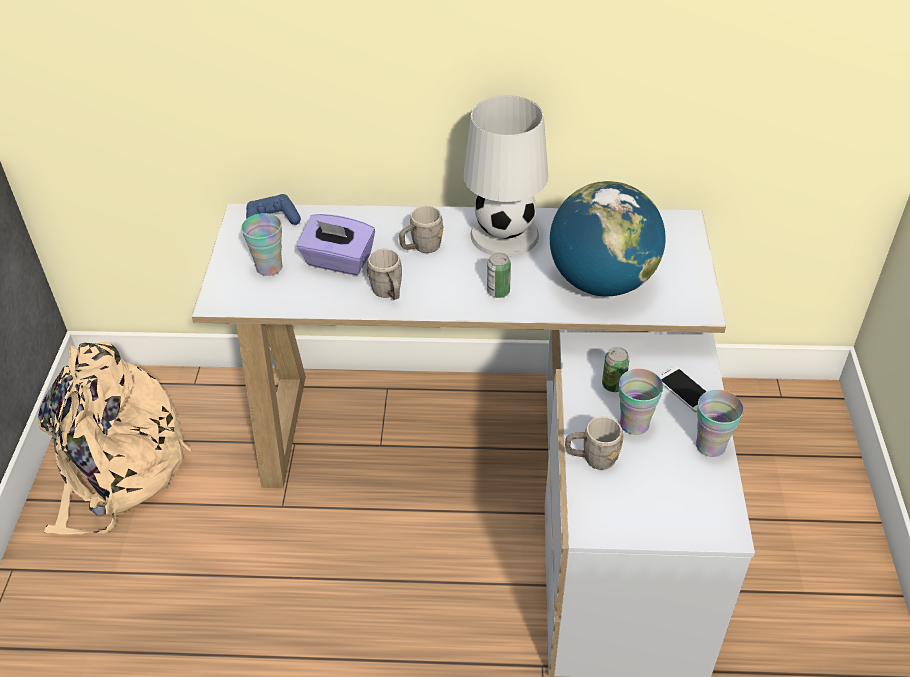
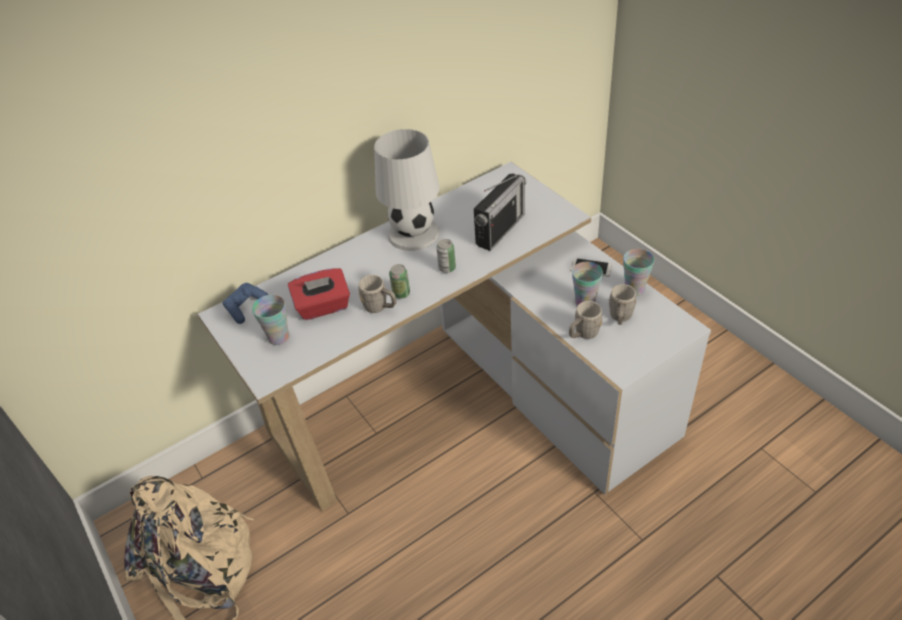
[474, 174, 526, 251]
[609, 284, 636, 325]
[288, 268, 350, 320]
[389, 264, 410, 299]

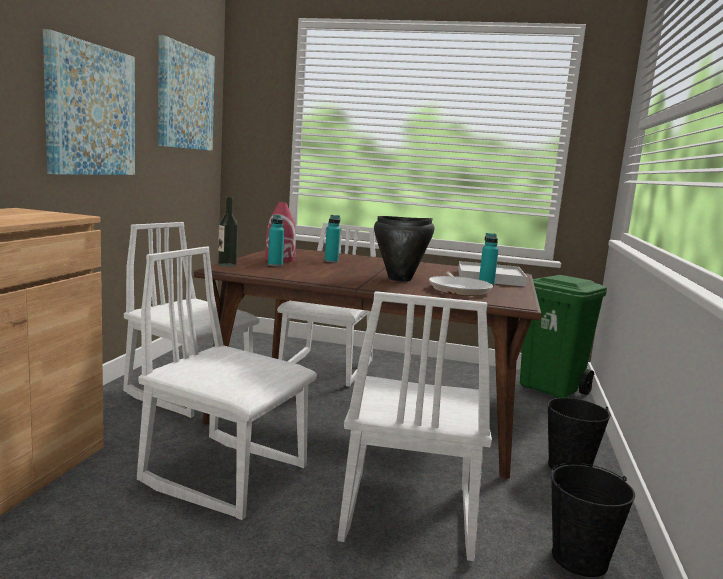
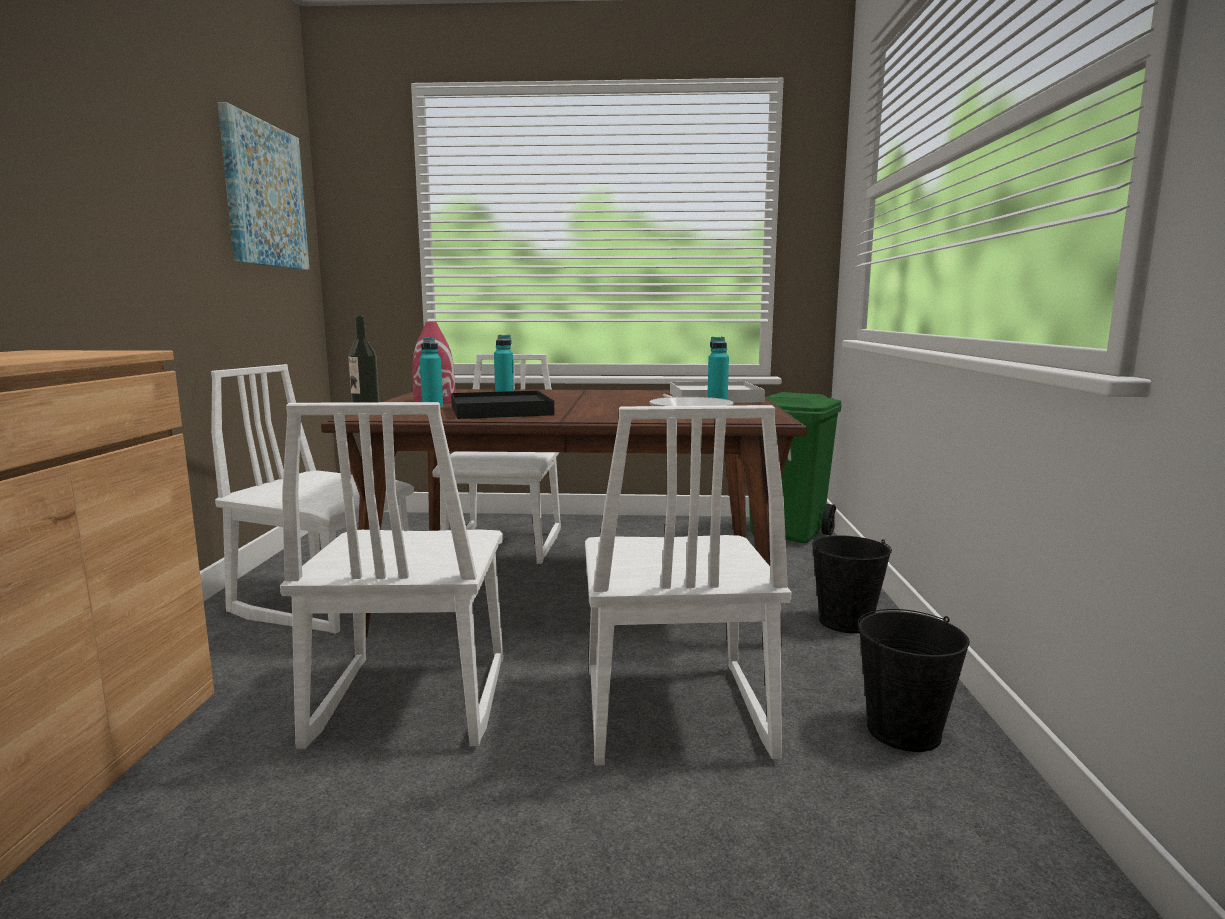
[43, 29, 135, 175] (first image)
[374, 216, 434, 282] (first image)
[280, 402, 503, 749]
[451, 391, 554, 419]

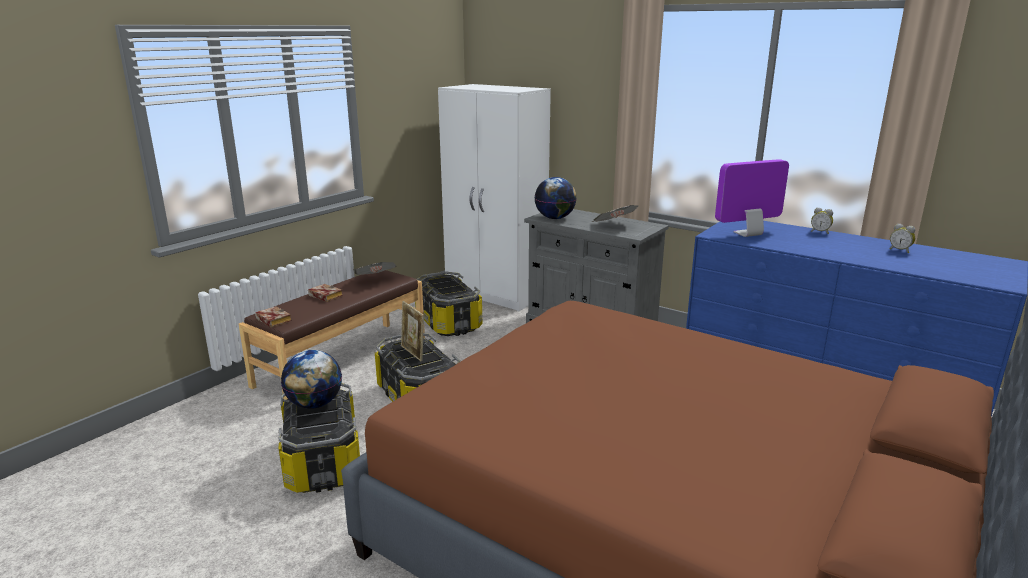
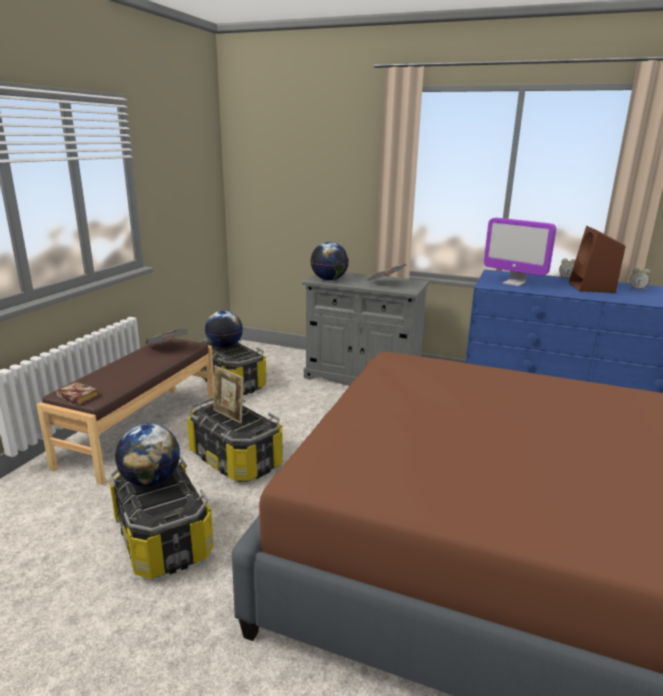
[438, 84, 551, 311] (first image)
[484, 218, 556, 286]
[308, 284, 343, 302] (first image)
[569, 226, 626, 293]
[205, 311, 243, 348]

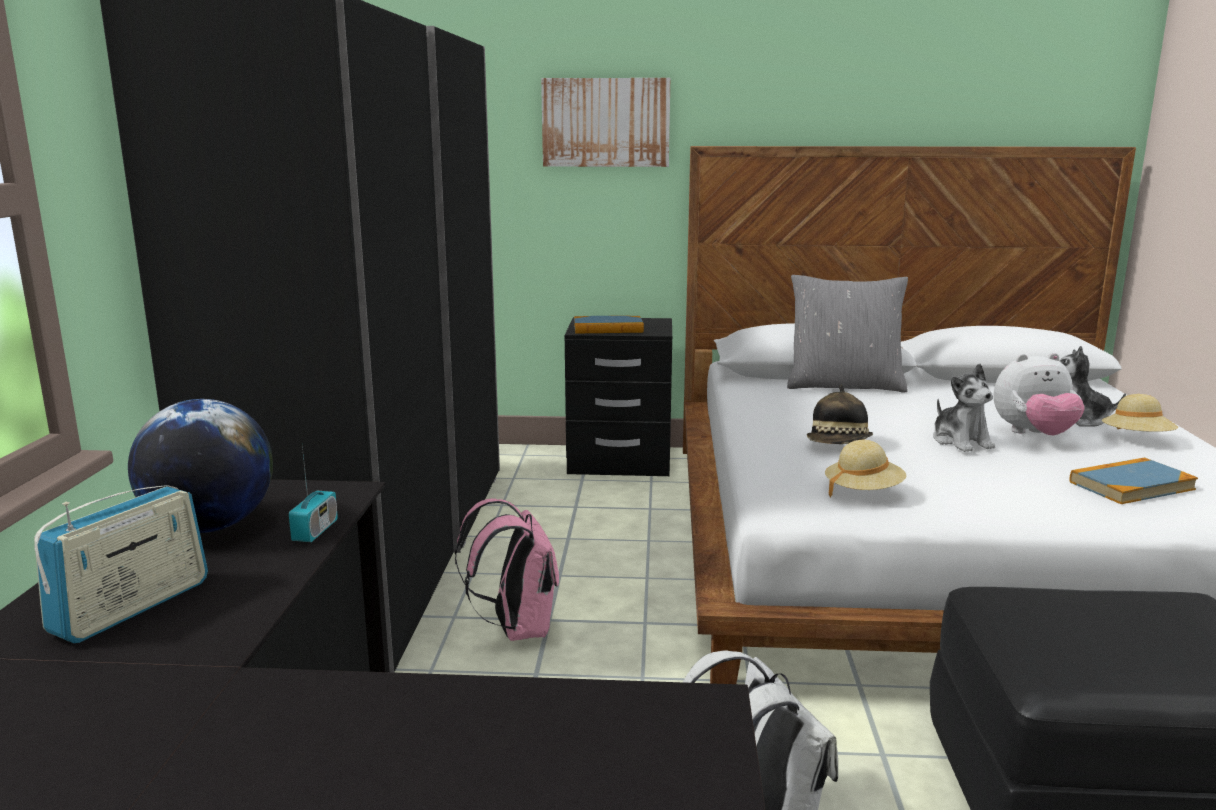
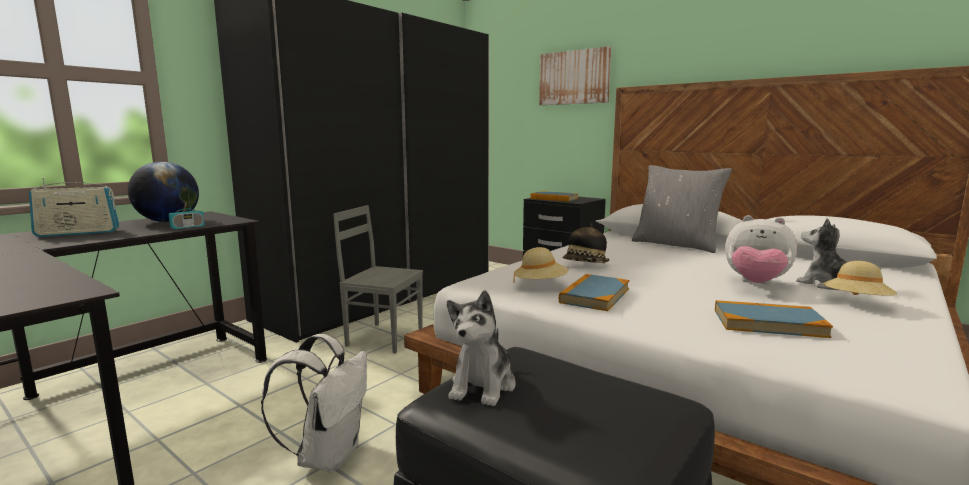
[447, 290, 516, 406]
[333, 205, 423, 353]
[559, 274, 629, 311]

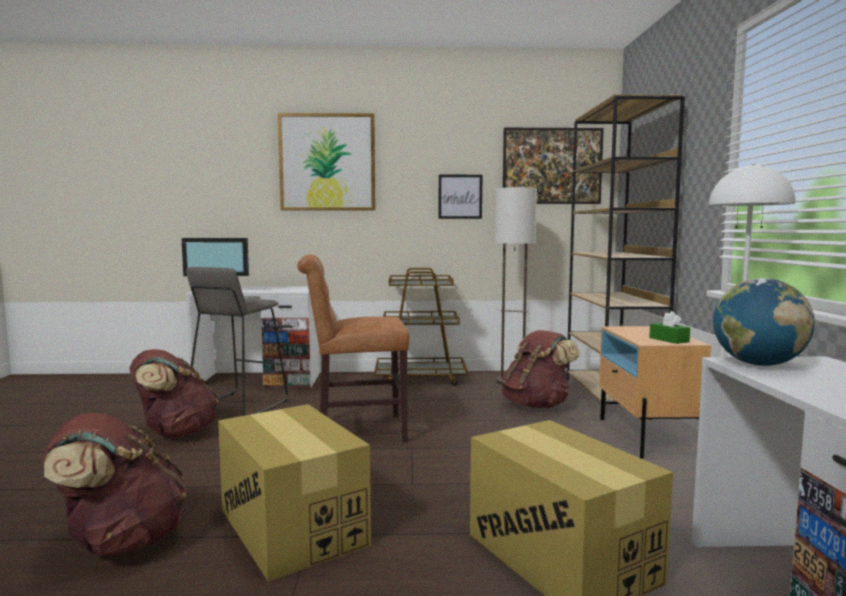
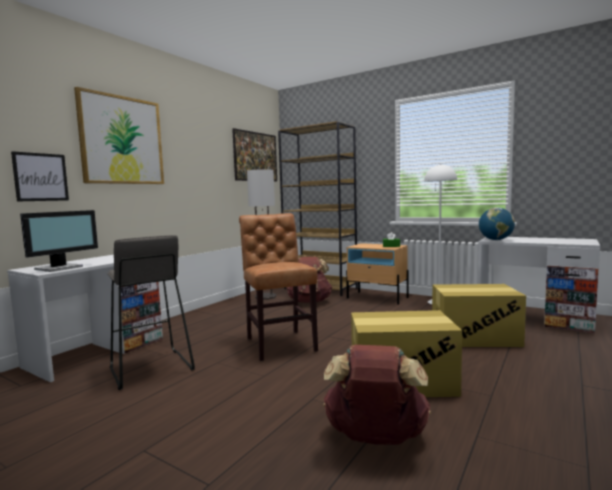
[11, 151, 69, 202]
[239, 213, 318, 361]
[375, 268, 467, 386] (first image)
[129, 349, 218, 438] (first image)

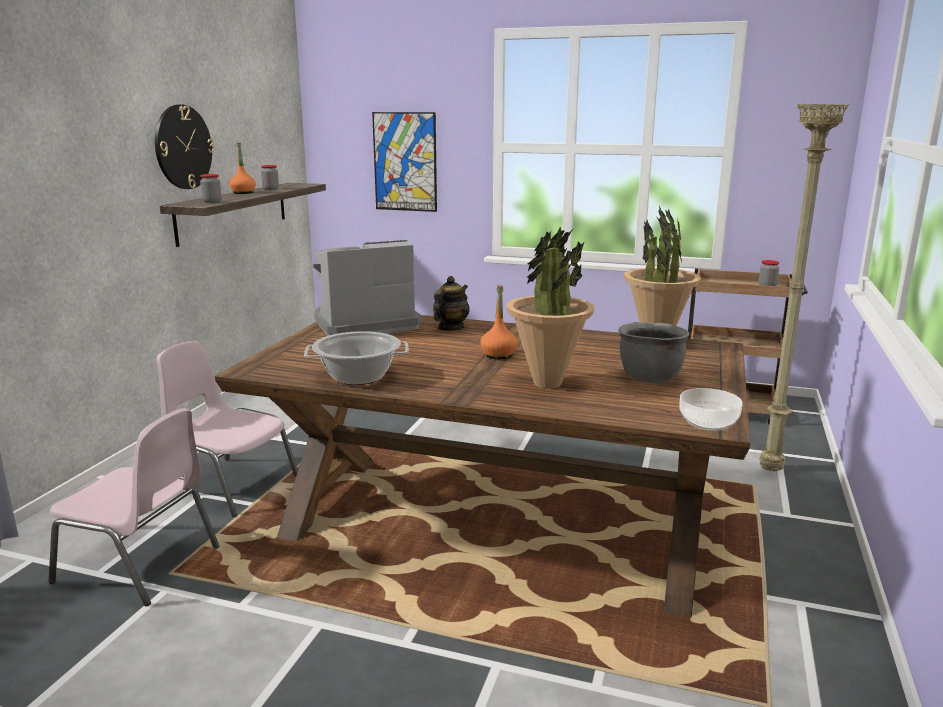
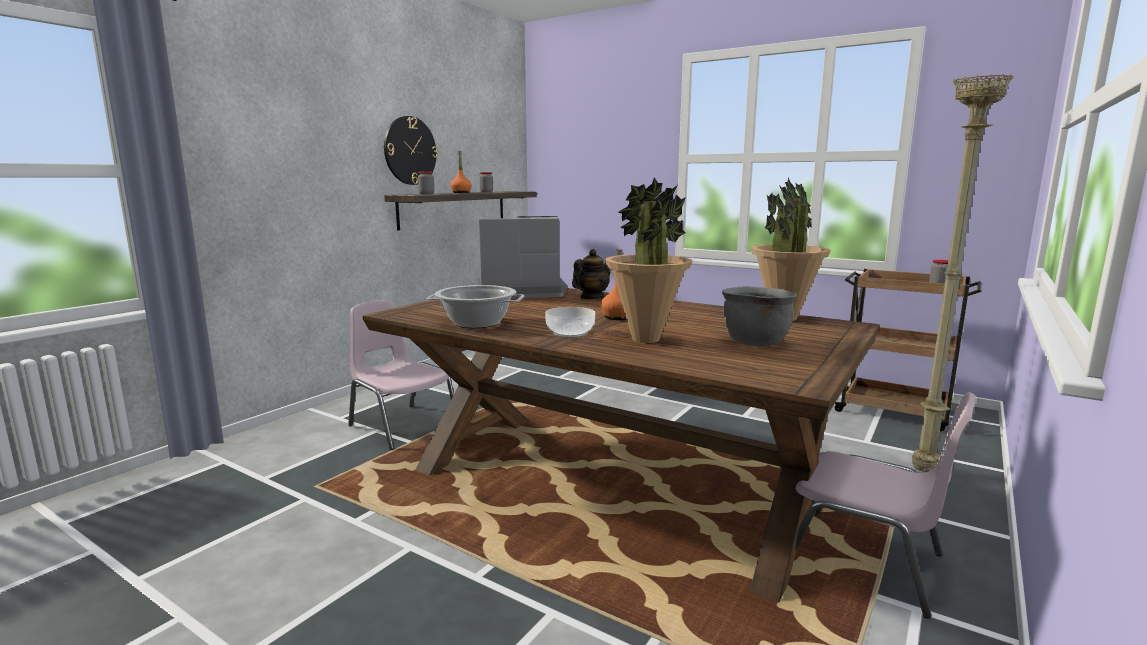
[372, 112, 437, 212] (first image)
[545, 307, 595, 337]
[795, 392, 975, 618]

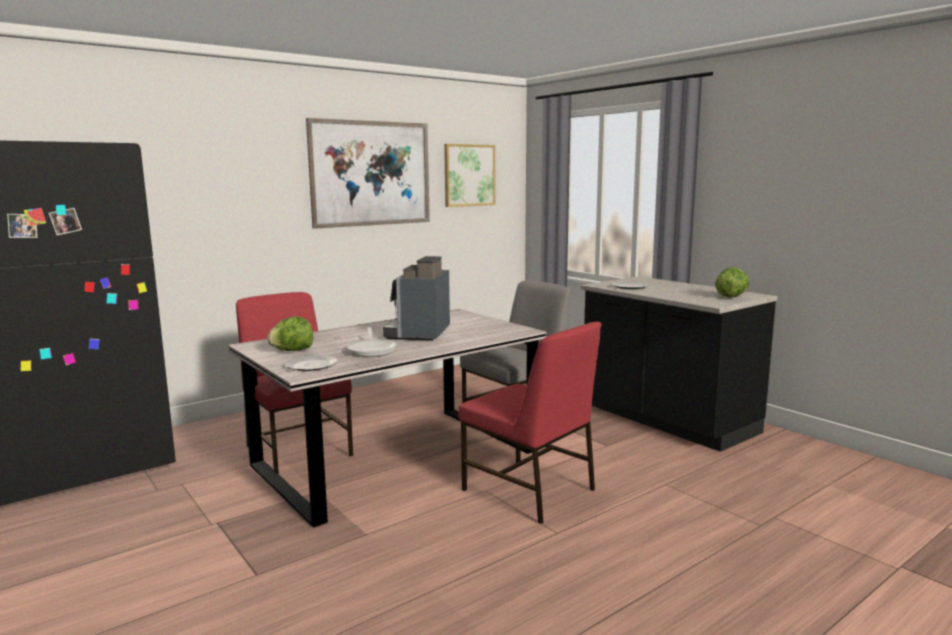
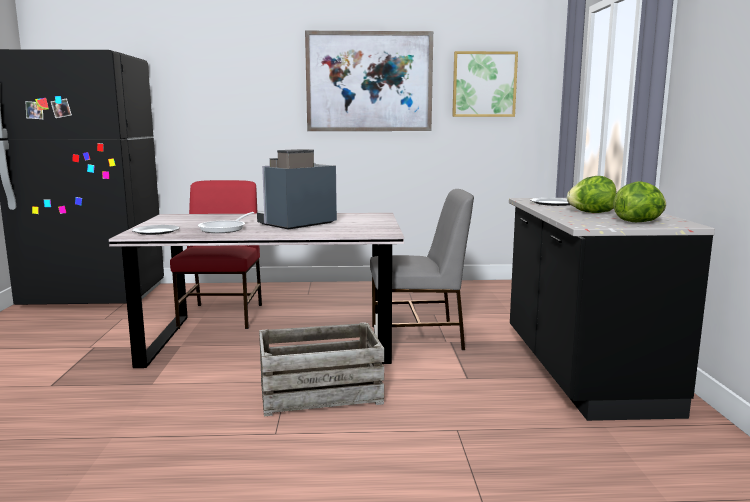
[567, 176, 616, 213]
[259, 322, 384, 416]

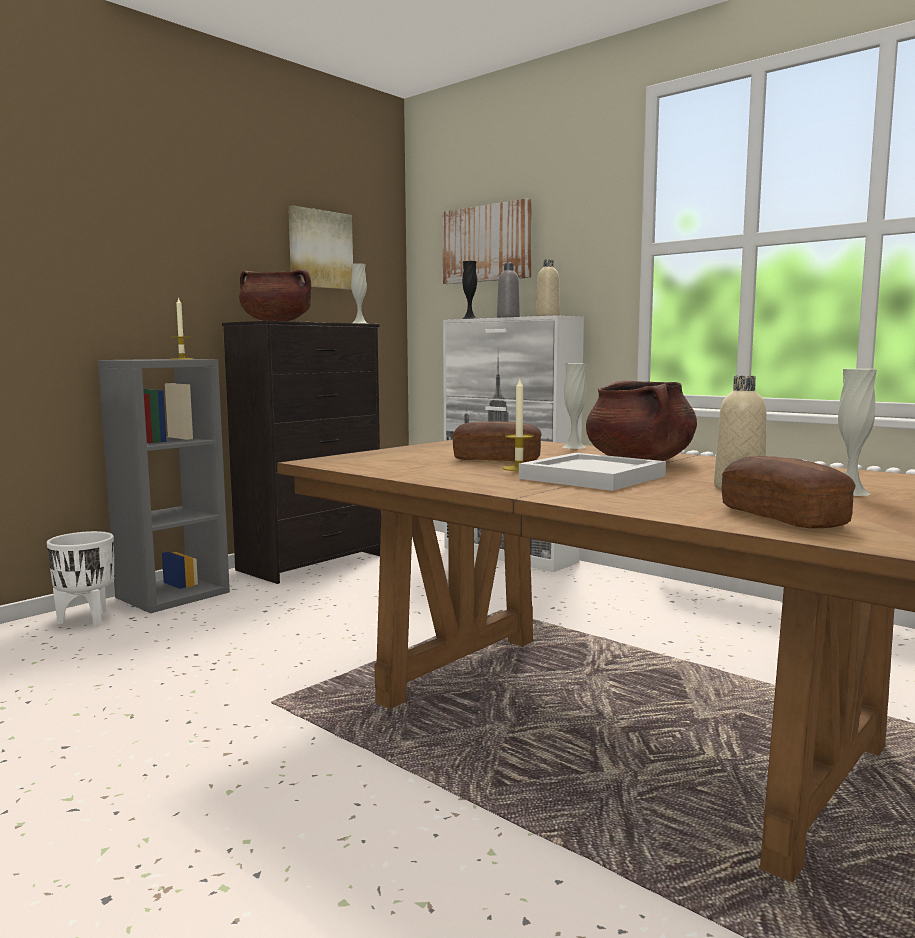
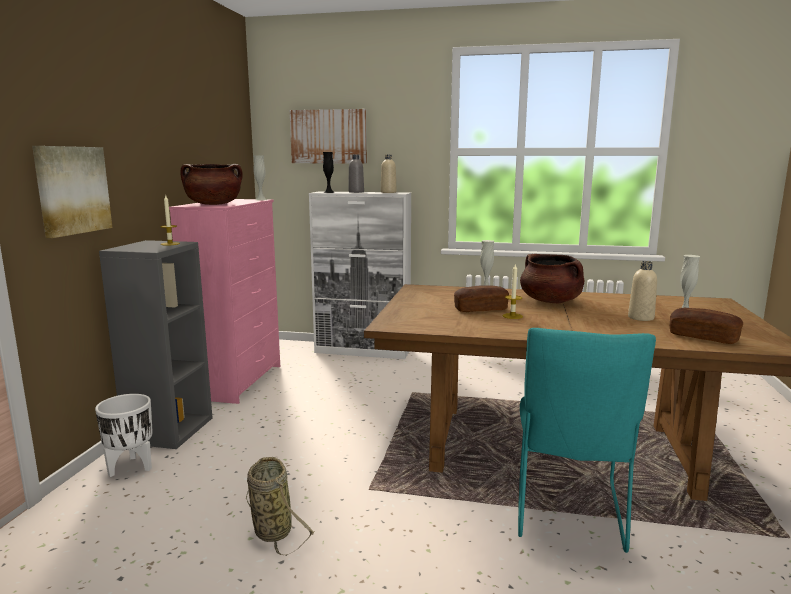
[32, 146, 113, 238]
[169, 199, 280, 404]
[519, 453, 666, 491] (first image)
[518, 328, 656, 553]
[246, 457, 315, 556]

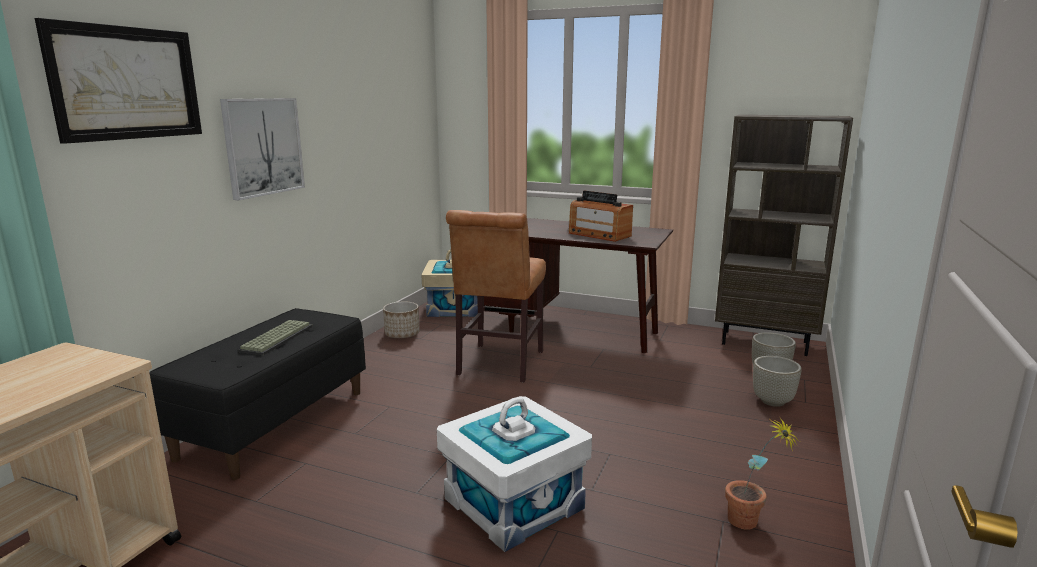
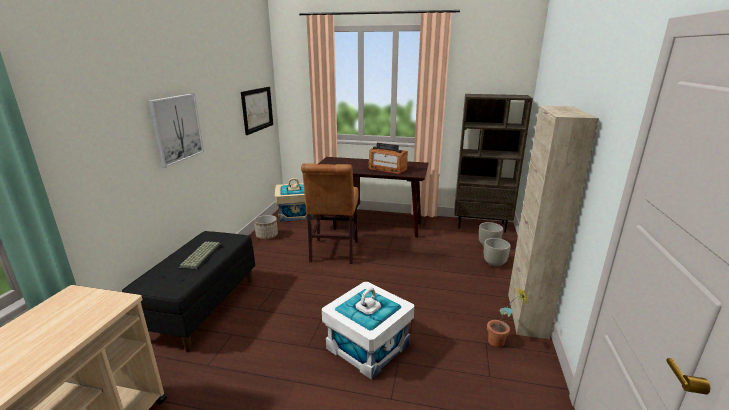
[241, 87, 273, 135]
[508, 106, 599, 339]

